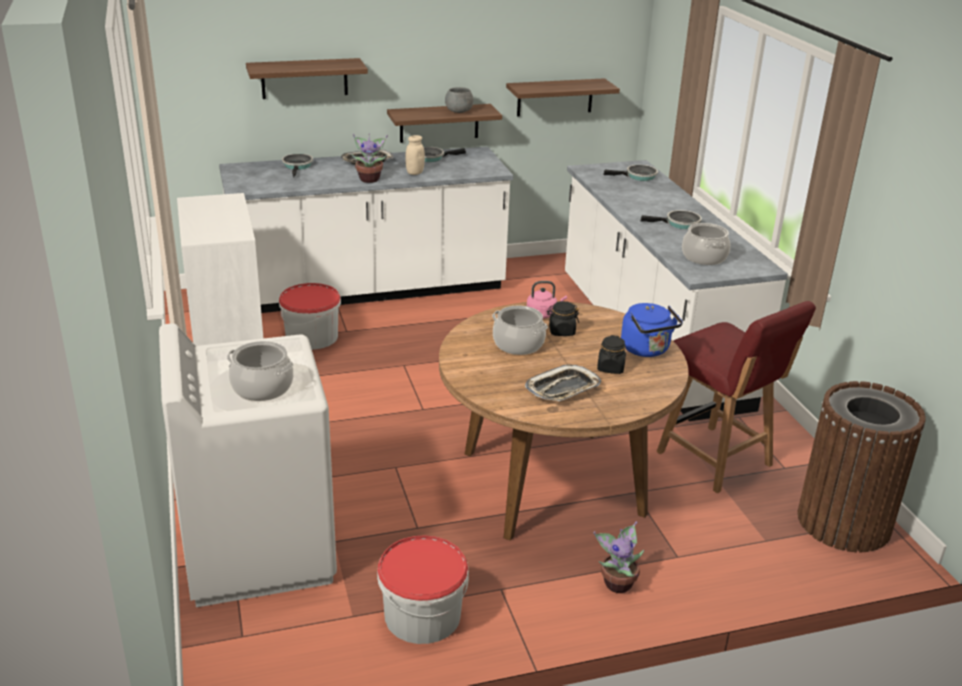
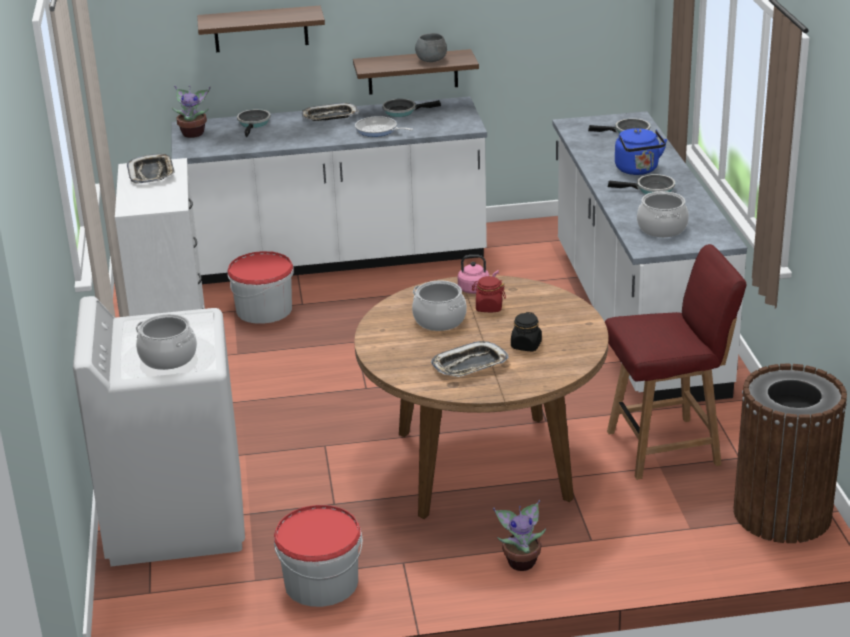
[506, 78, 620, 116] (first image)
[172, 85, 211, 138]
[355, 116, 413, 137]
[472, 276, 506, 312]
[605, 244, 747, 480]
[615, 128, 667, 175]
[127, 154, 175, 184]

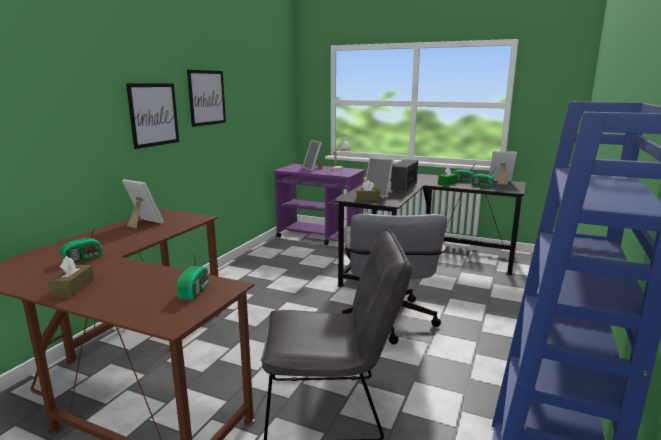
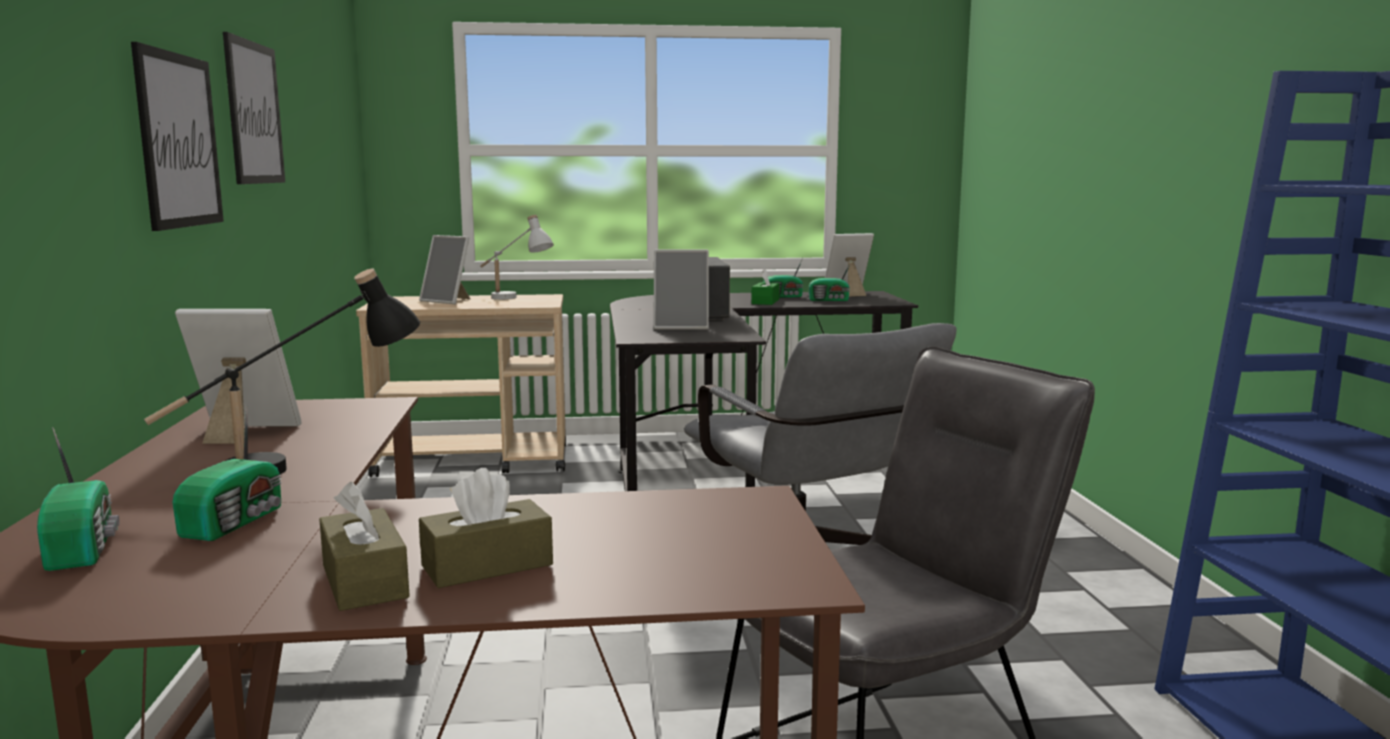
[356, 294, 566, 477]
[419, 468, 553, 588]
[37, 427, 120, 571]
[144, 269, 420, 474]

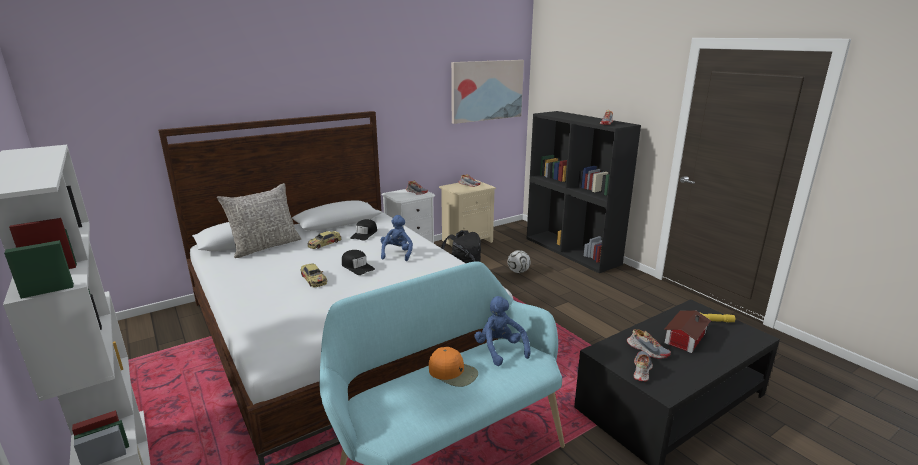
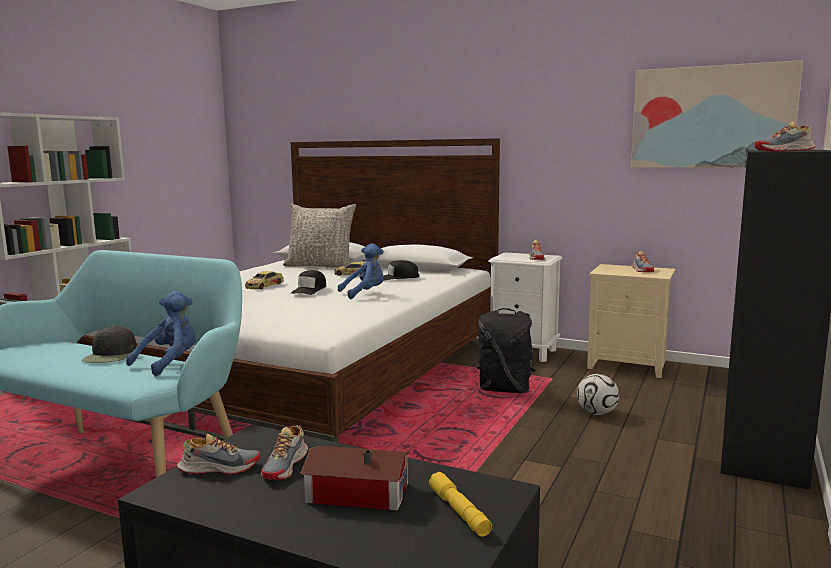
[82, 326, 137, 363]

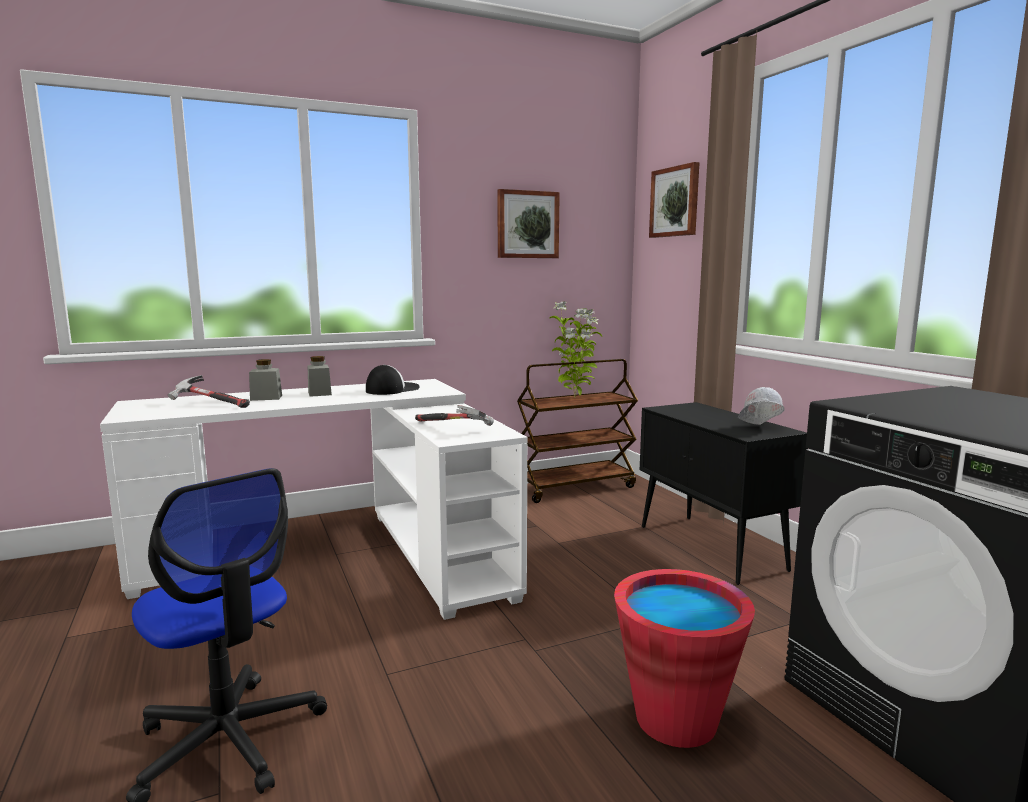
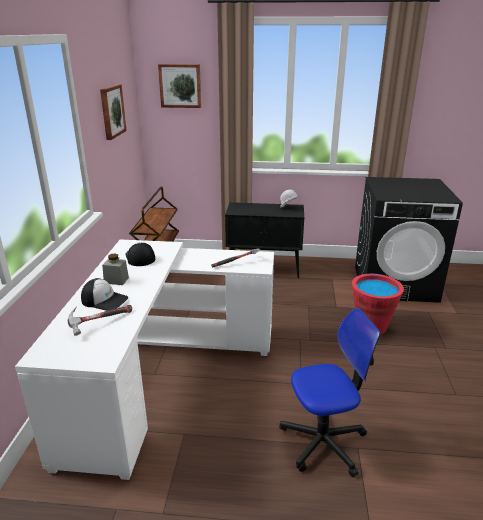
[550, 301, 602, 398] (first image)
[81, 278, 128, 311]

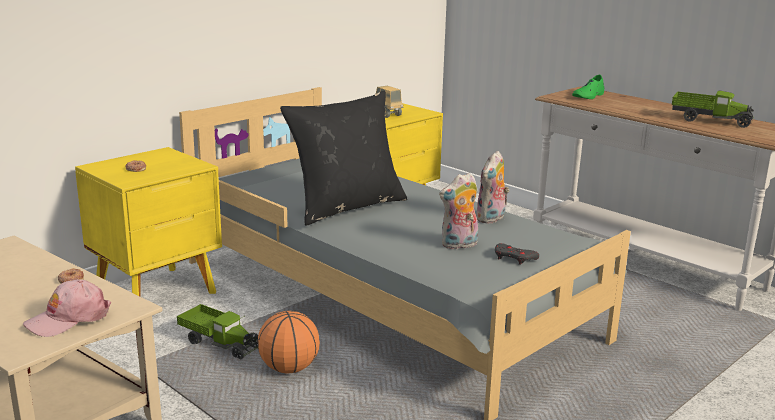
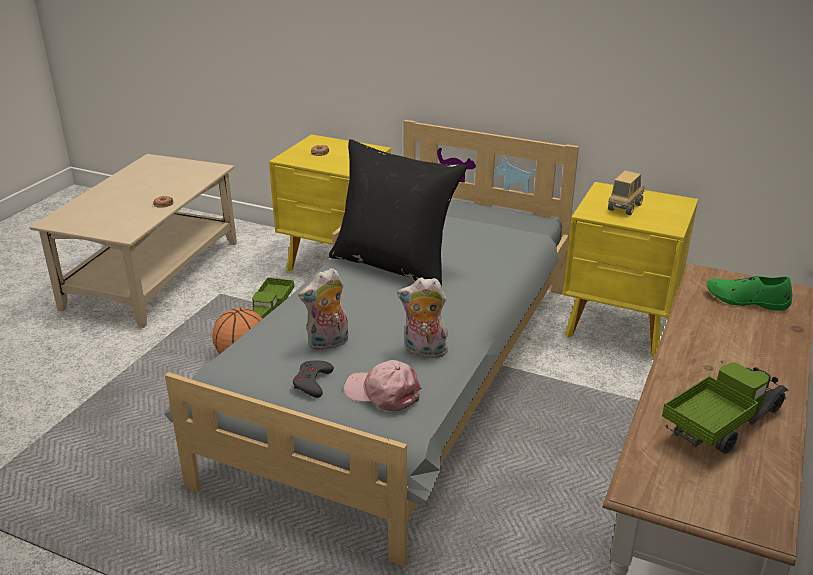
[662, 361, 789, 454]
[299, 268, 348, 351]
[344, 360, 421, 412]

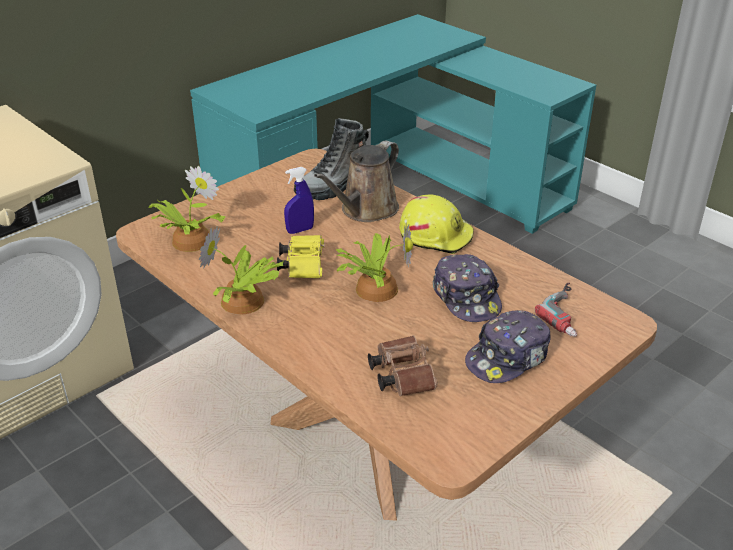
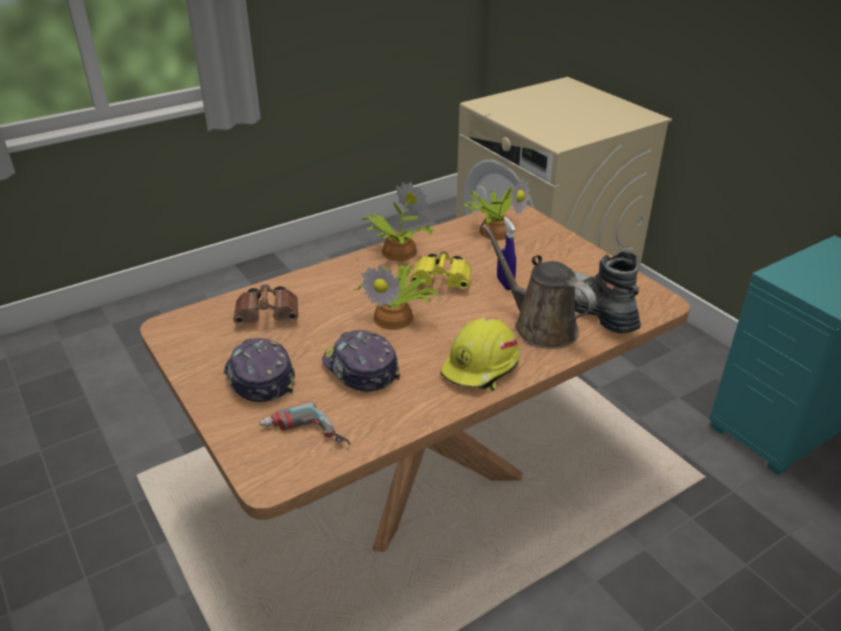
[322, 330, 401, 392]

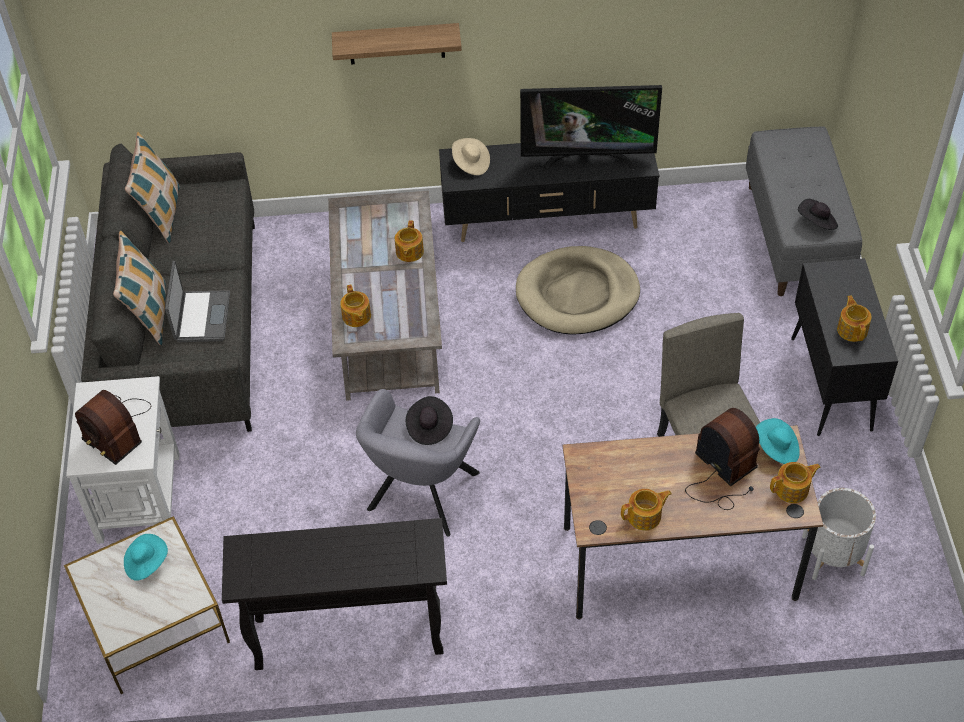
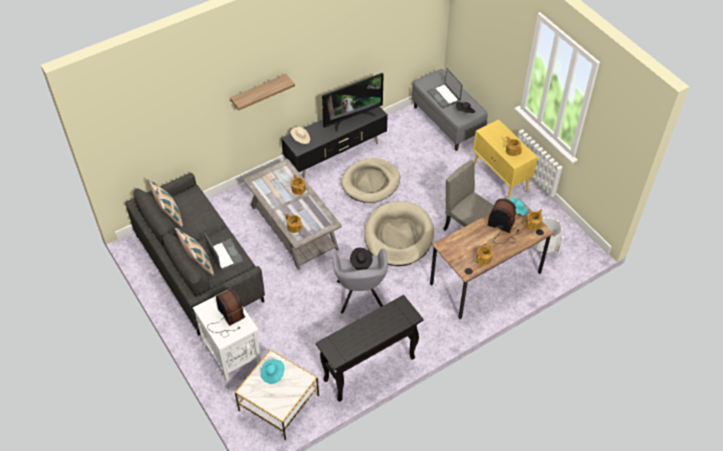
[473, 120, 538, 200]
[207, 288, 245, 337]
[428, 68, 462, 109]
[364, 201, 434, 266]

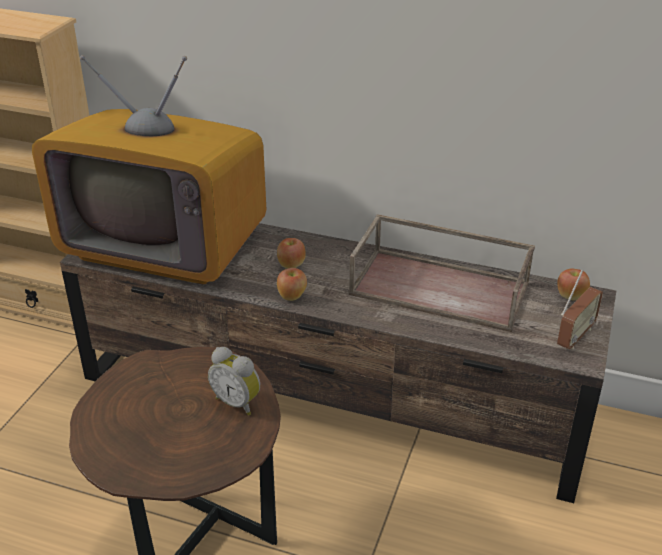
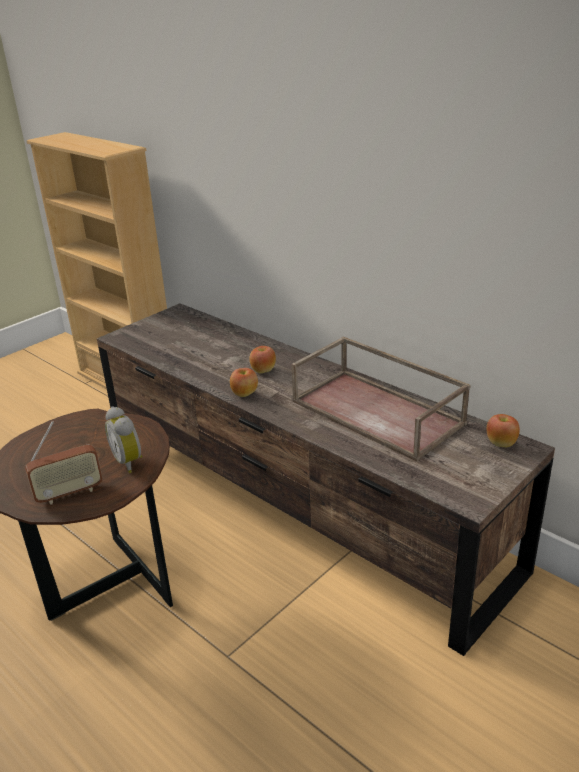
[32, 55, 266, 284] (first image)
[25, 421, 103, 505]

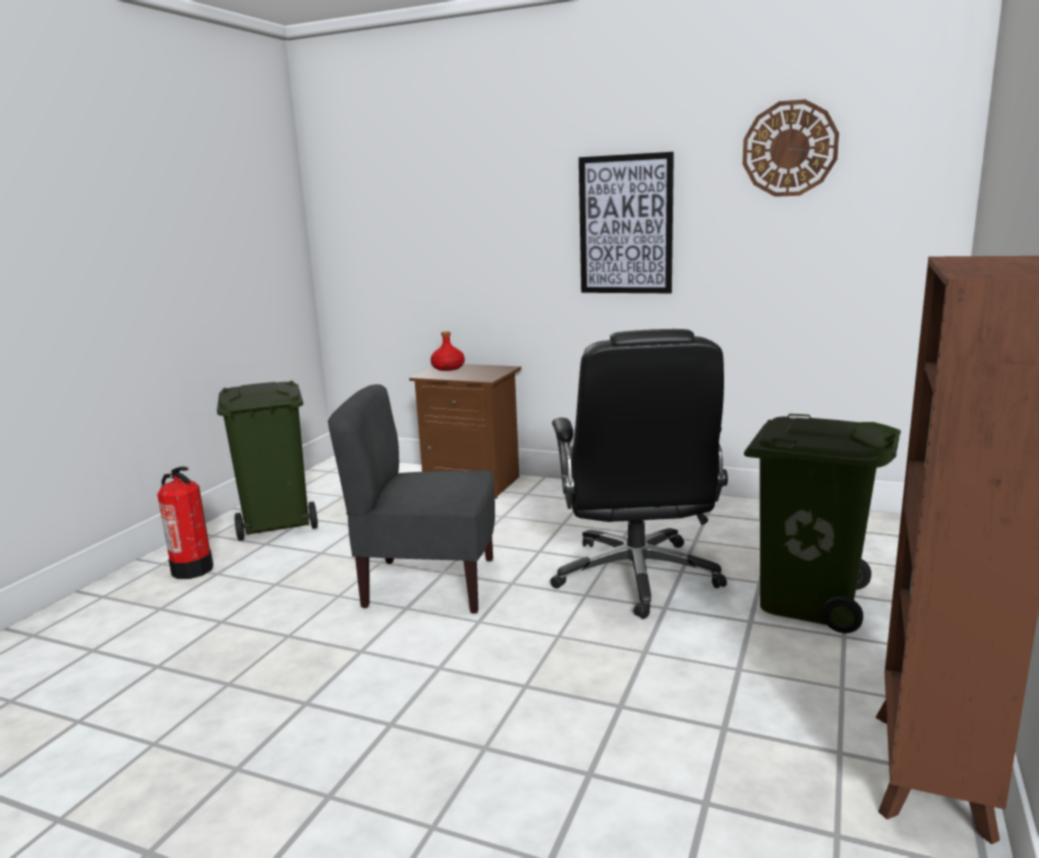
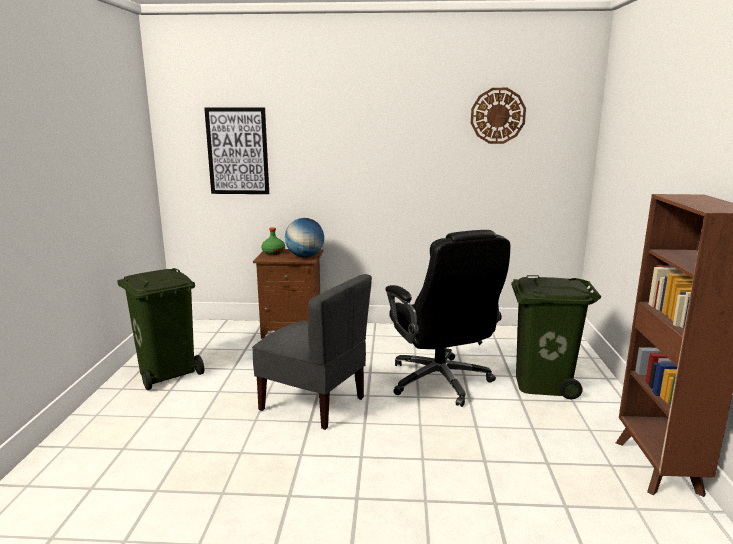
[204, 107, 269, 194]
[261, 227, 285, 255]
[252, 274, 372, 430]
[157, 466, 213, 579] (first image)
[285, 218, 324, 257]

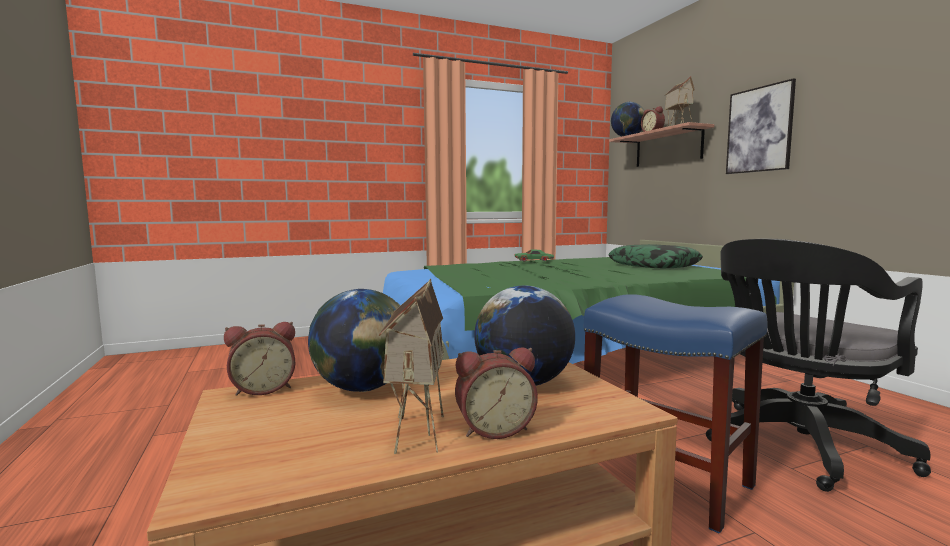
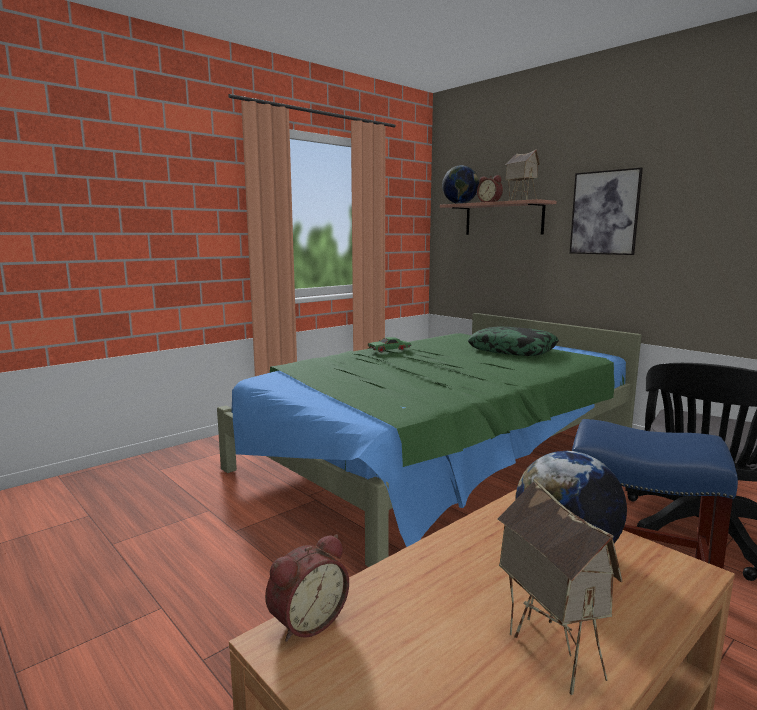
[308, 289, 400, 392] (first image)
[455, 348, 538, 439] (first image)

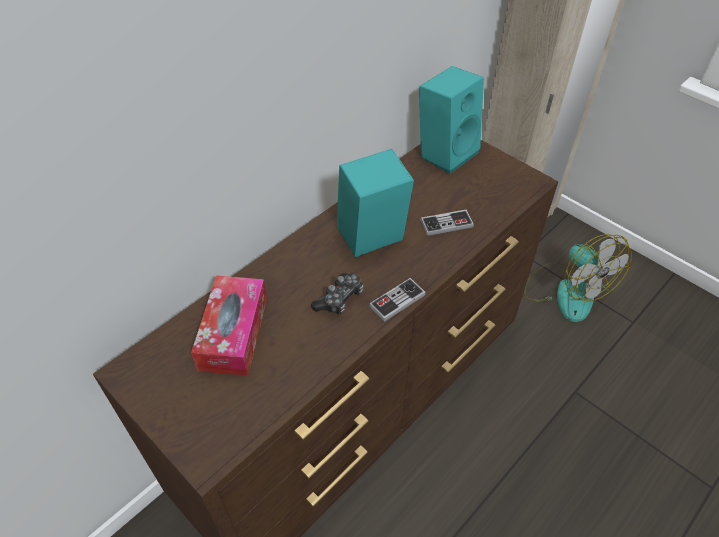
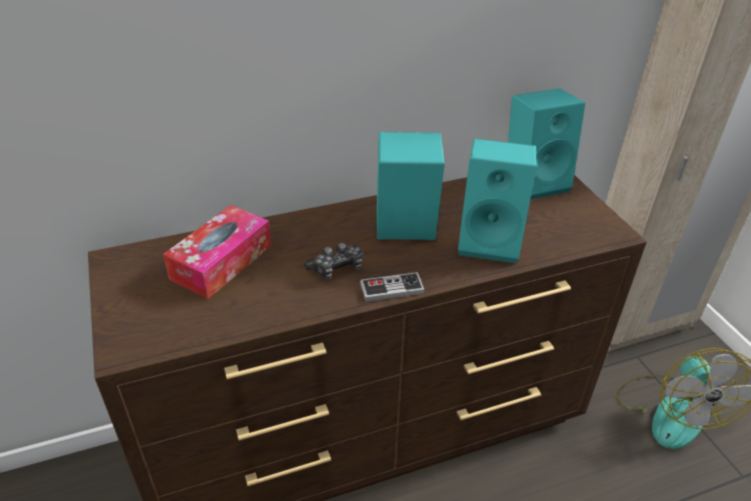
[458, 139, 536, 263]

